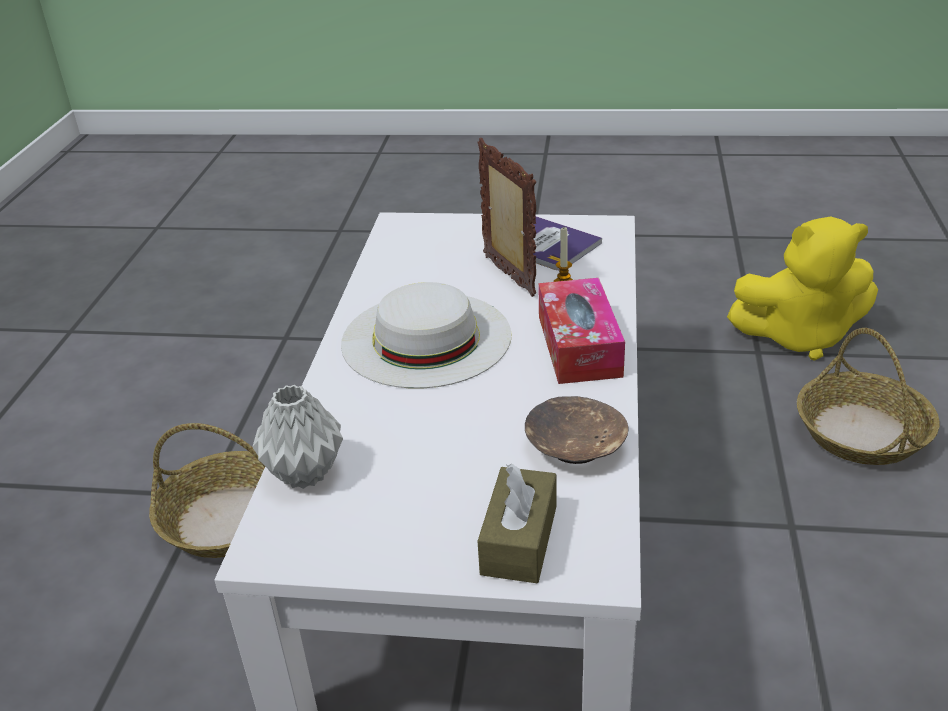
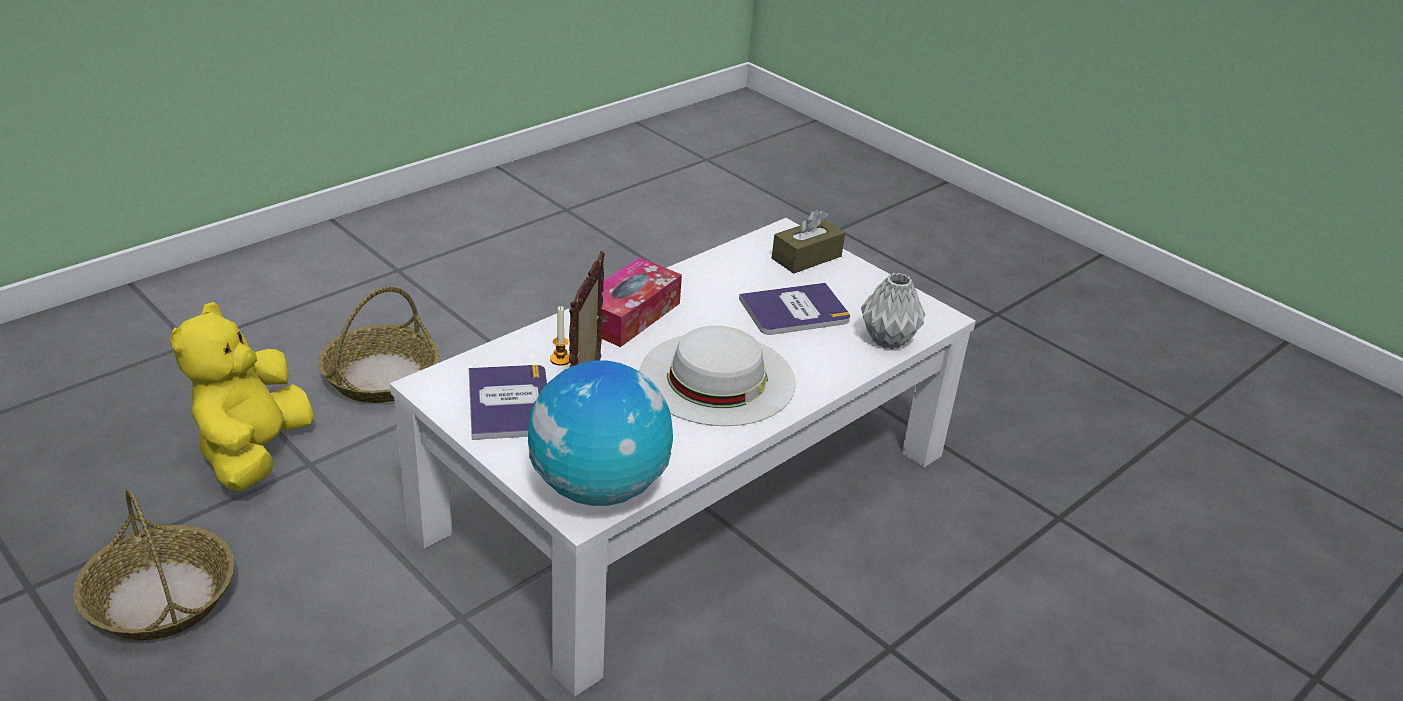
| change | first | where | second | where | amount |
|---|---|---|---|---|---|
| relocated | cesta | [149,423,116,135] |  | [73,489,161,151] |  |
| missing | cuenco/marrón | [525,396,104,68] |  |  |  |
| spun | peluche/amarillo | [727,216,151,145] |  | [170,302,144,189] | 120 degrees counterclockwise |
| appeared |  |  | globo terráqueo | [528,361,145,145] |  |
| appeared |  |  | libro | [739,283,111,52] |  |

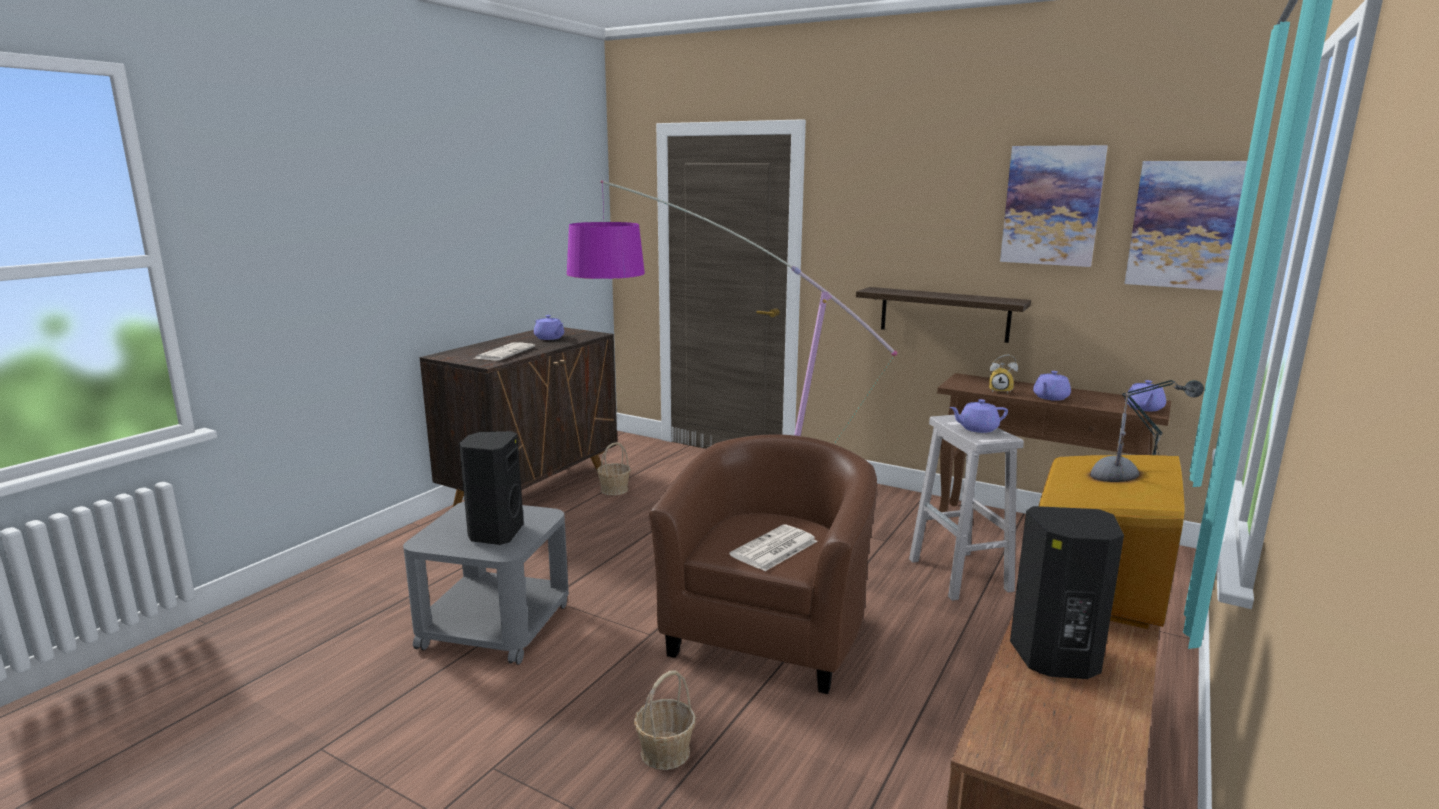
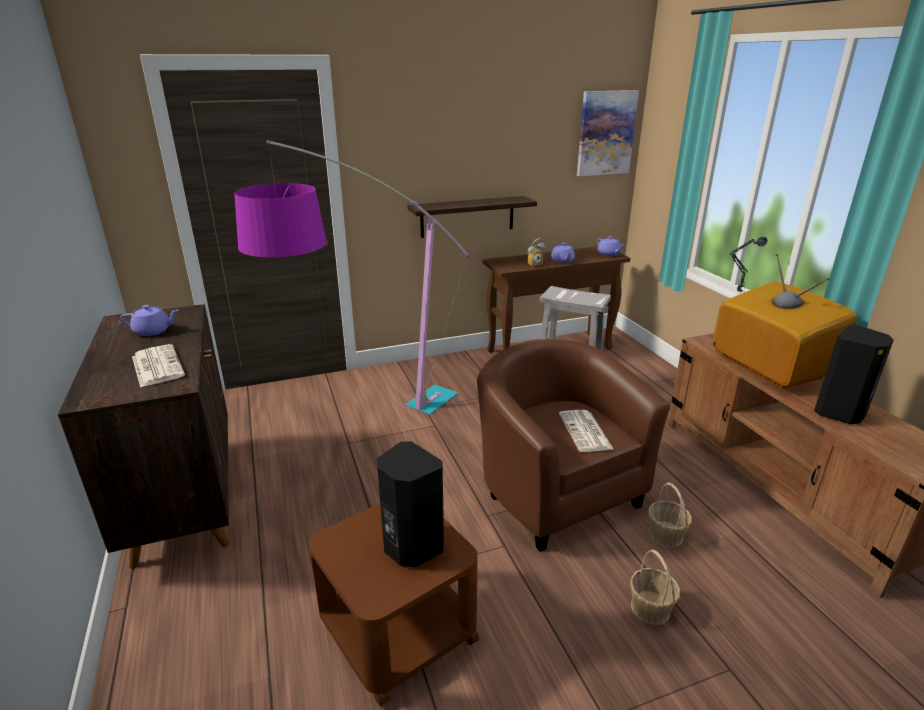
| change | first | where | second | where | amount |
|---|---|---|---|---|---|
| colour | mesa auxiliar/gris | [403,501,166,164] | mesa auxiliar/marrón | [309,503,170,203] |  |
| relocated | cesta | [597,442,34,53] |  | [648,483,44,64] |  |
| missing | tetera/morado | [949,399,59,34] |  |  |  |
| missing | cuadro | [1000,145,108,122] |  |  |  |

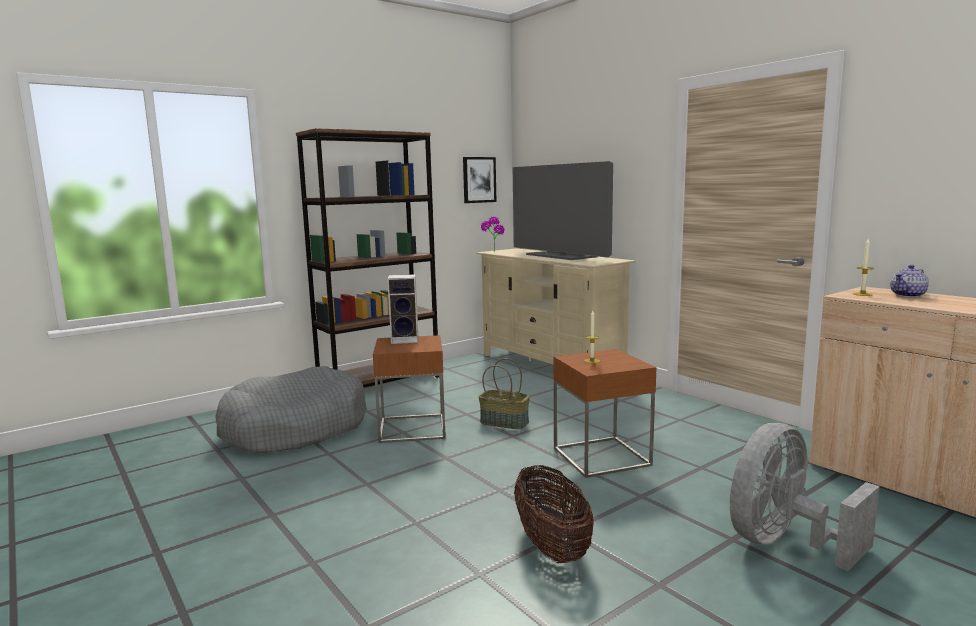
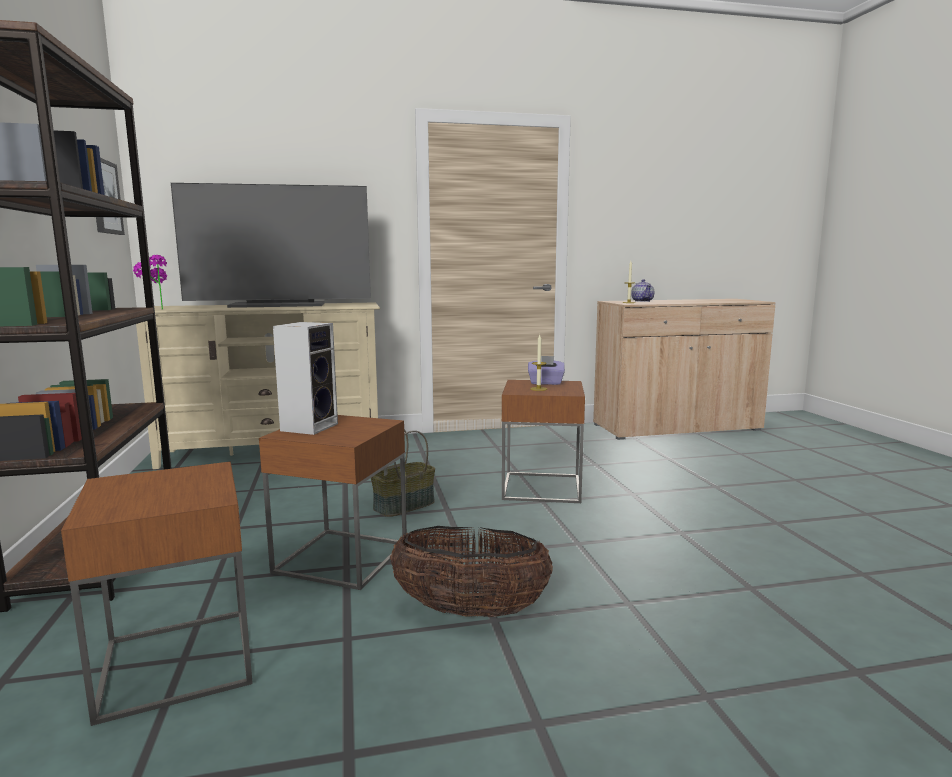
| change | first | where | second | where | amount |
|---|---|---|---|---|---|
| exchanged | cama para perro/gris | [215,366,152,87] | mesa auxiliar/marrón | [61,462,192,264] |  |
| relocated | cesta | [514,465,80,98] |  | [390,526,163,92] |  |
| missing | ventilador/gris | [730,423,149,148] |  |  |  |
| appeared |  |  | caja de pañuelos/morado | [528,356,37,29] |  |

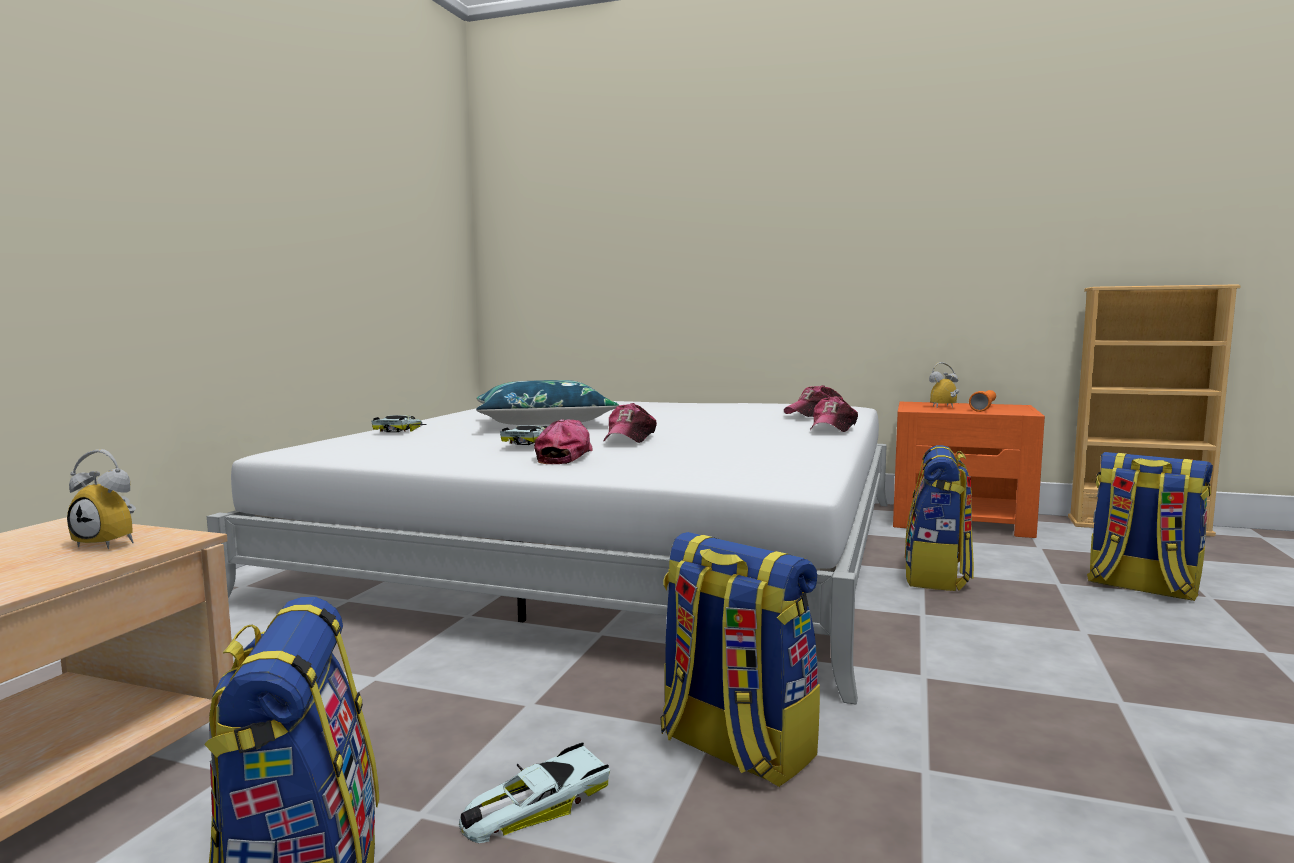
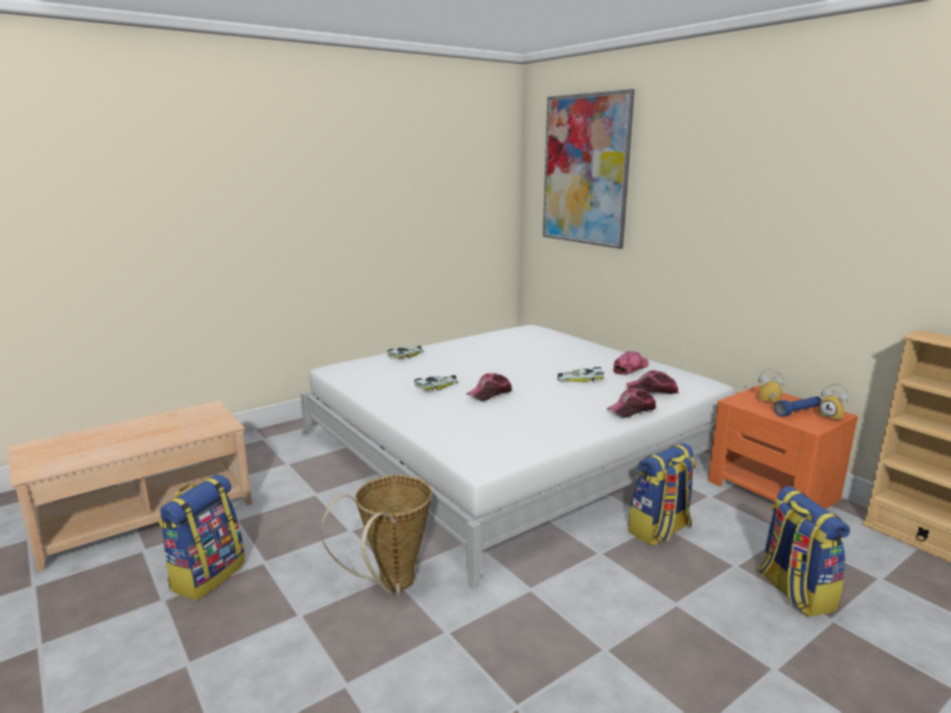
| change | first | where | second | where | amount |
|---|---|---|---|---|---|
| relocated | despertador | [67,449,69,100] |  | [818,383,31,39] |  |
| relocated | coche de juguete | [459,743,151,100] |  | [557,367,47,15] |  |
| missing | cojín/azul | [476,380,143,45] |  |  |  |
| relocated | gorra | [534,419,59,45] |  | [613,351,36,24] |  |
| exchanged | mochila | [660,532,160,255] | cesta | [320,475,112,122] |  |
| colour | linterna/naranja | [969,390,27,22] | linterna/azul | [774,396,47,21] |  |
| appeared |  |  | cuadro | [543,89,92,160] |  |

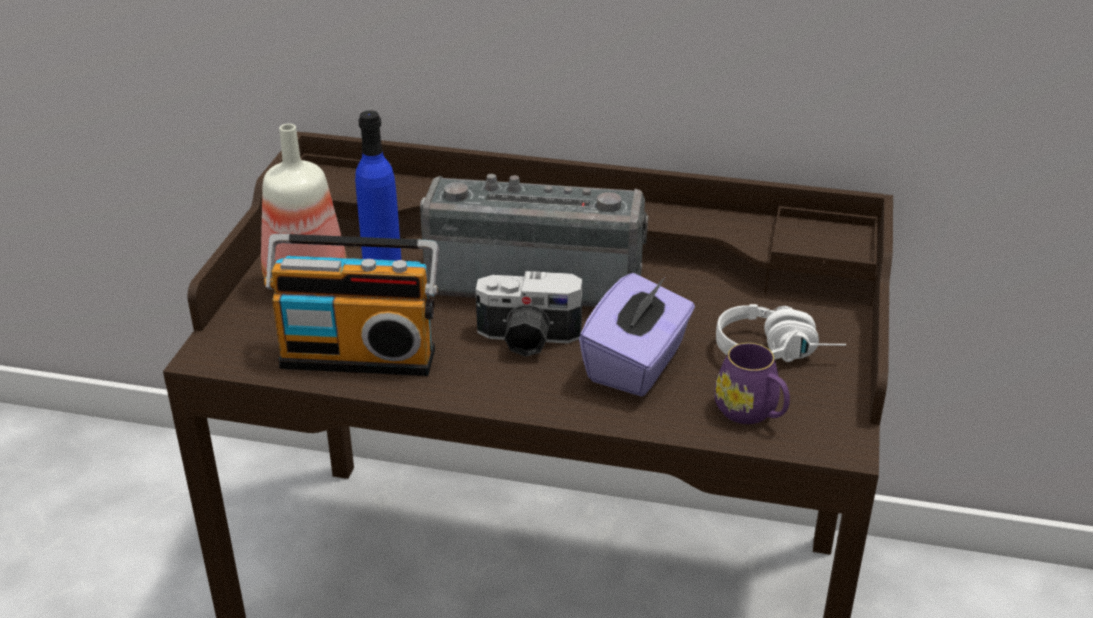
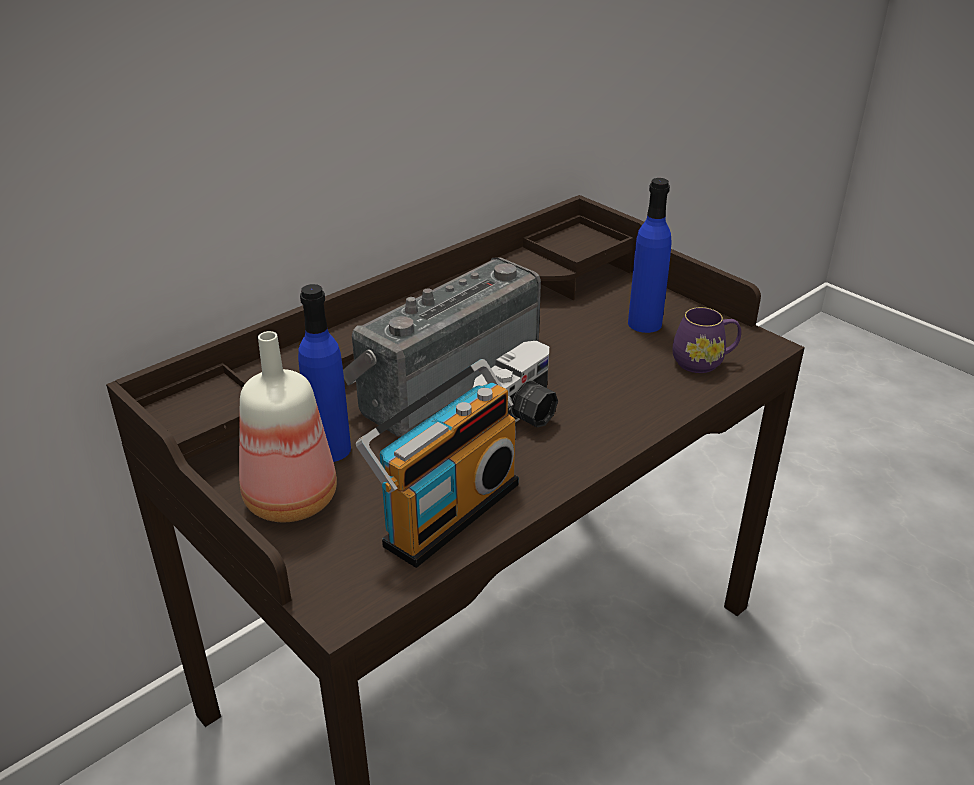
| change | first | where | second | where | amount |
|---|---|---|---|---|---|
| missing | caja de pañuelos/morado | [579,273,116,123] |  |  |  |
| exchanged | auriculares/blanco | [716,304,130,58] | botella/azul | [628,178,44,155] |  |

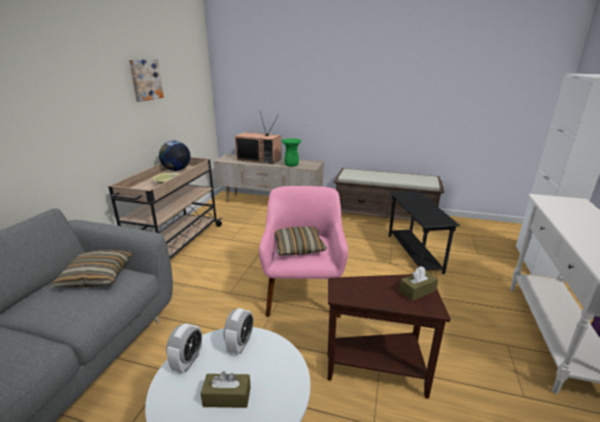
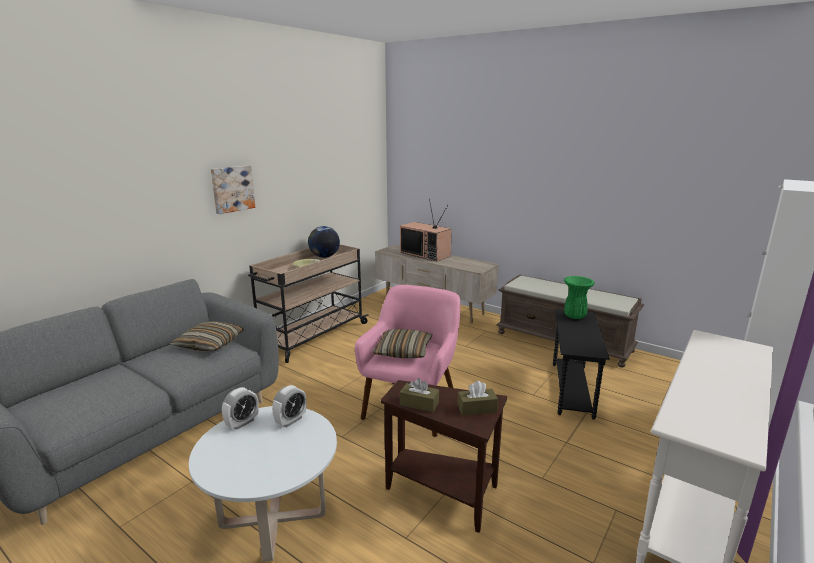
| change | first | where | second | where | amount |
|---|---|---|---|---|---|
| relocated | cuadro | [129,59,35,43] |  | [211,165,44,49] |  |
| relocated | caja de pañuelos/marrón | [201,371,50,37] |  | [400,378,39,34] |  |
| relocated | florero/verde | [282,138,19,29] |  | [564,276,31,43] |  |

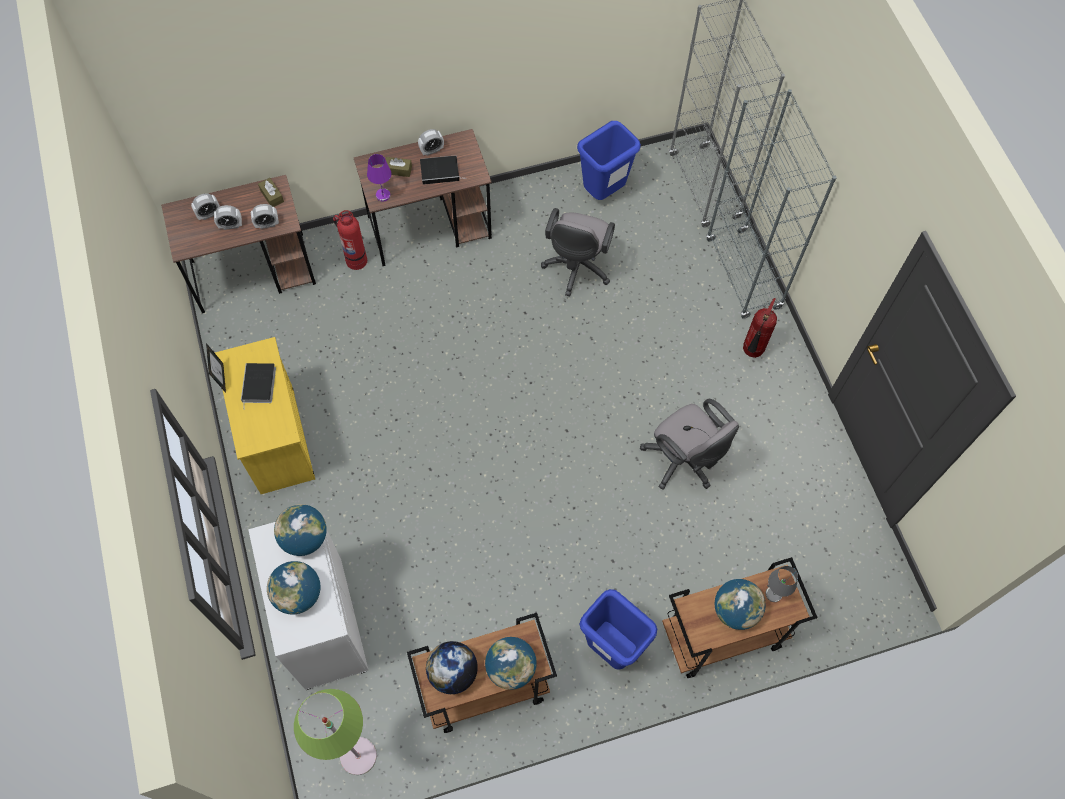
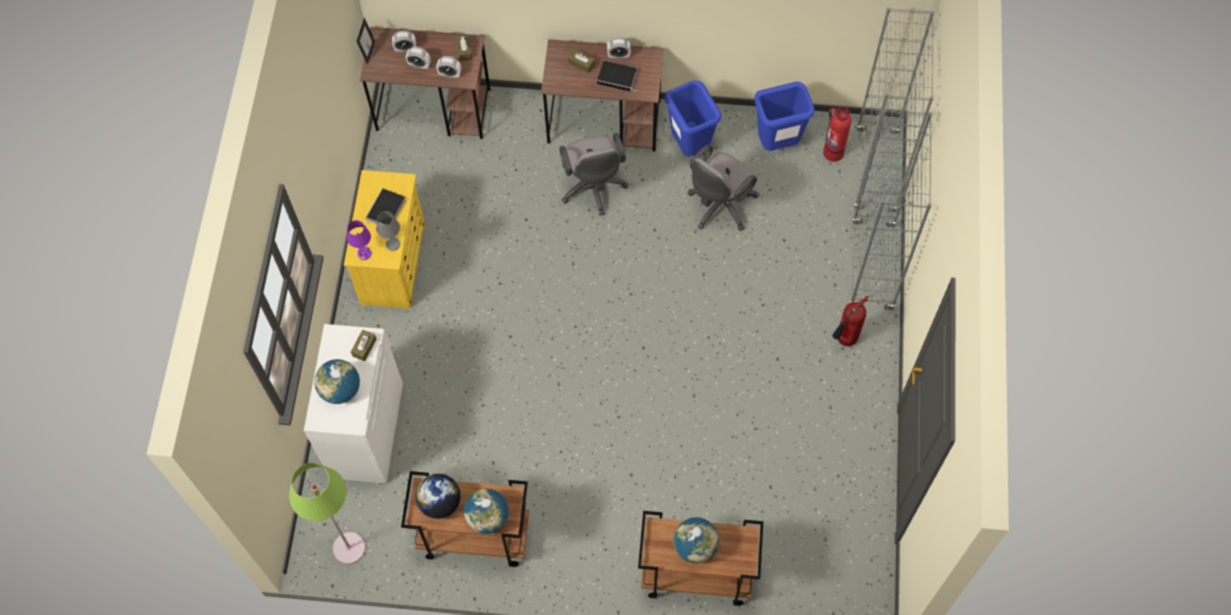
| change | first | where | second | where | amount |
|---|---|---|---|---|---|
| relocated | portarretratos | [206,343,20,50] |  | [356,18,19,46] |  |
| exchanged | globo terráqueo | [274,504,53,52] | caja de pañuelos/marrón | [351,330,26,31] |  |
| relocated | extintor | [333,210,34,60] |  | [823,107,28,55] |  |
| relocated | lámpara de mesa/morado | [367,154,24,48] |  | [347,220,25,40] |  |
| relocated | papelera/azul | [580,589,77,80] |  | [664,80,57,76] |  |
| relocated | silla de oficina/gris | [640,399,99,91] |  | [559,133,69,83] |  |
| relocated | lámpara de mesa/gris | [765,566,33,36] |  | [376,211,24,40] |  |

